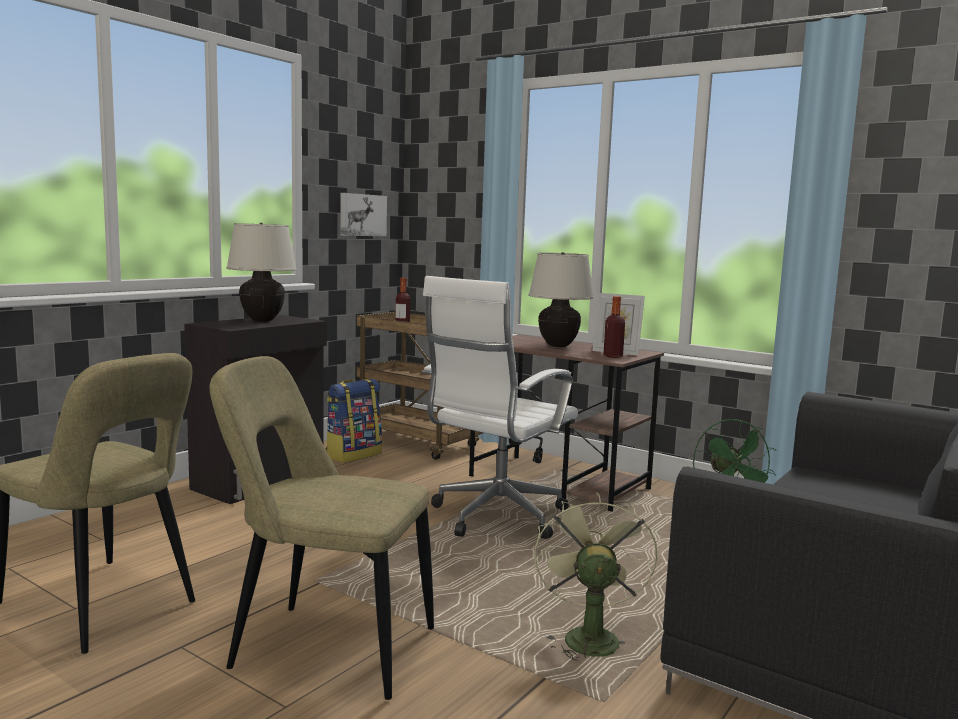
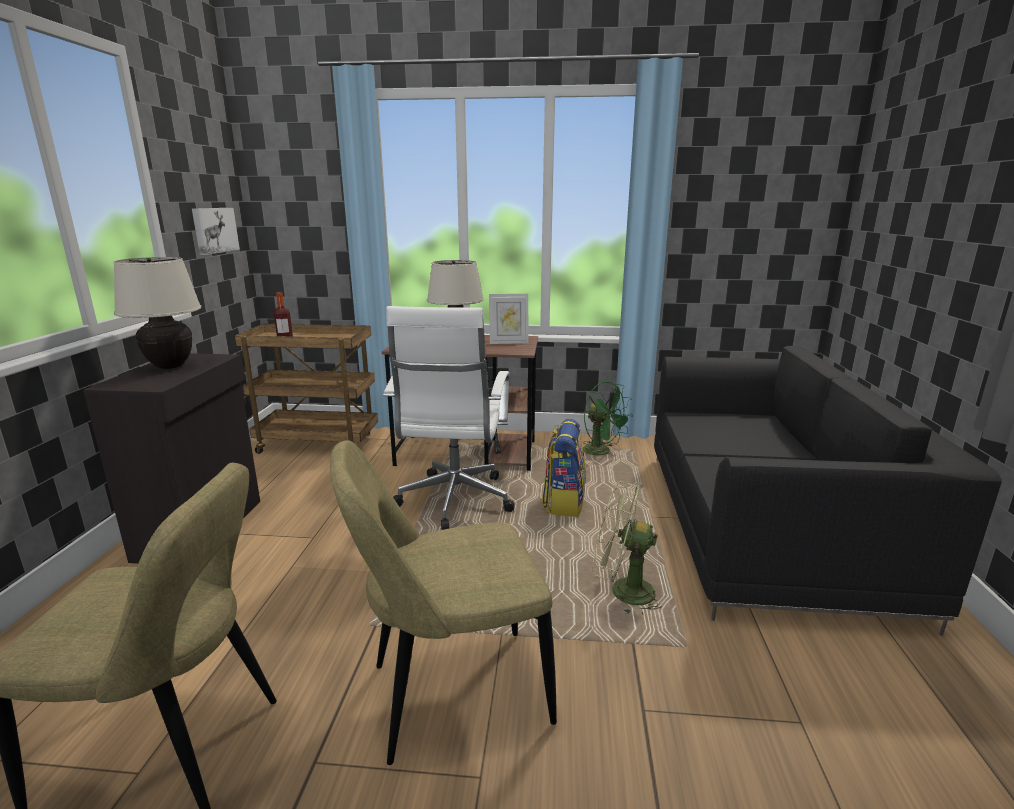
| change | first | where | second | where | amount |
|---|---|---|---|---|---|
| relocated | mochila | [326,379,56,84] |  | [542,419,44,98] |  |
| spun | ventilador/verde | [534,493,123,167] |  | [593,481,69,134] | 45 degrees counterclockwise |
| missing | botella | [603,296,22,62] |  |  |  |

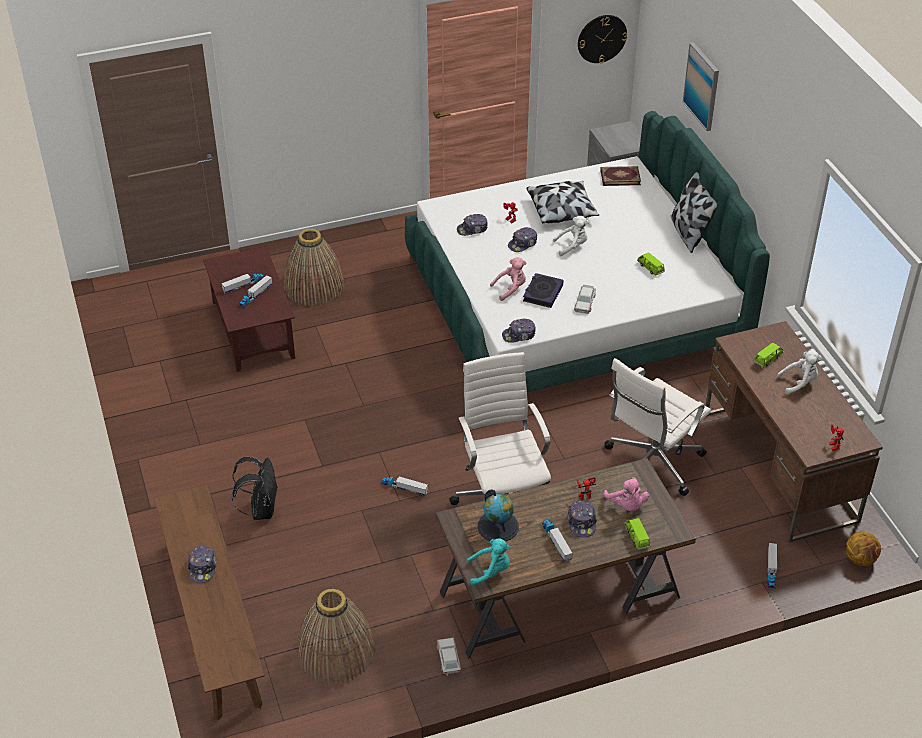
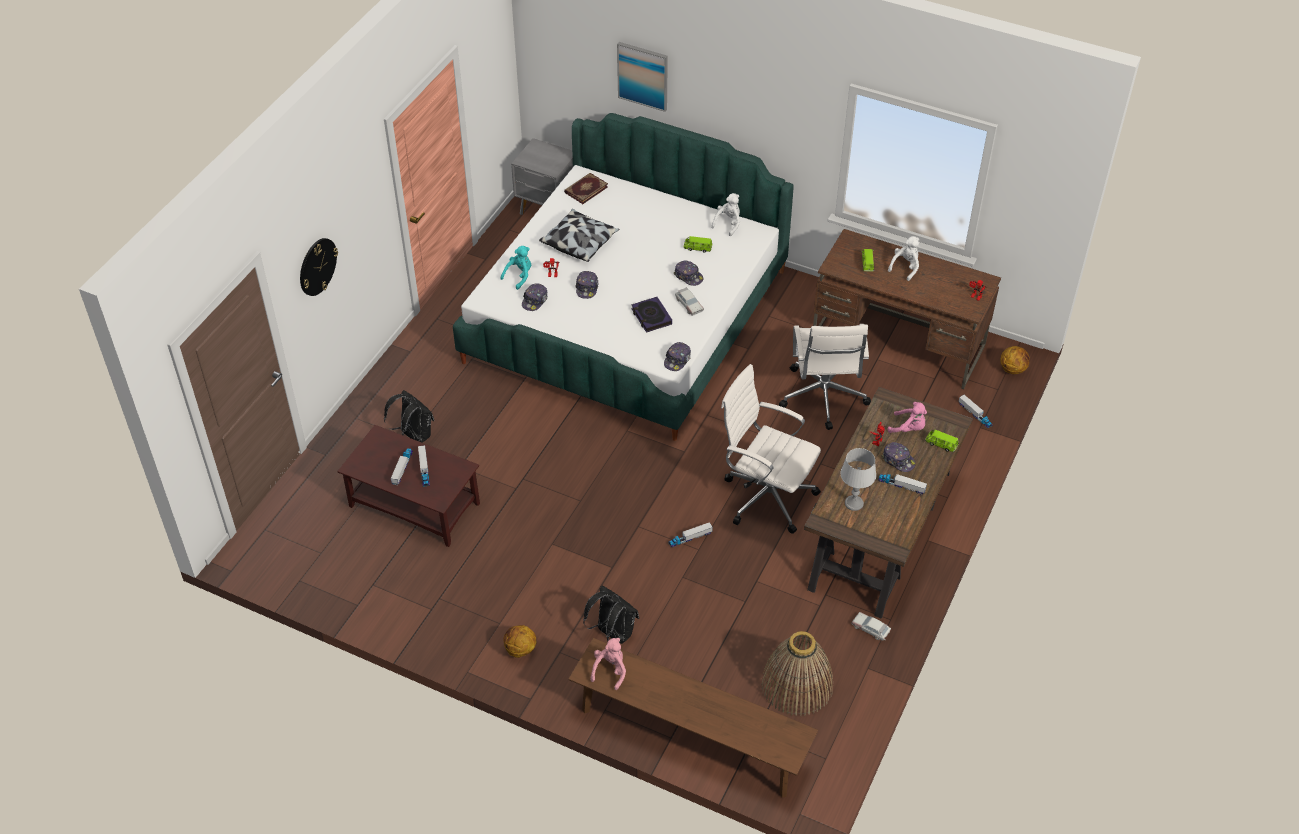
| change | first | where | second | where | amount |
|---|---|---|---|---|---|
| relocated | gorra | [188,546,29,37] |  | [674,260,29,26] |  |
| exchanged | cesta | [284,229,60,77] | mochila/negro | [384,390,50,53] |  |
| relocated | peluche/turquesa | [467,539,43,46] |  | [500,246,31,44] |  |
| exchanged | globo terráqueo | [478,490,41,51] | lámpara de mesa/gris | [840,448,36,63] |  |
| relocated | peluche/rosa | [490,257,37,44] |  | [590,638,36,52] |  |
| relocated | peluche/blanco | [553,216,36,40] |  | [711,193,29,43] |  |
| relocated | reloj de pared | [578,15,49,48] |  | [300,238,38,58] |  |
| missing | cojín | [671,172,47,81] |  |  |  |
| appeared |  |  | balón de baloncesto | [503,625,34,33] |  |

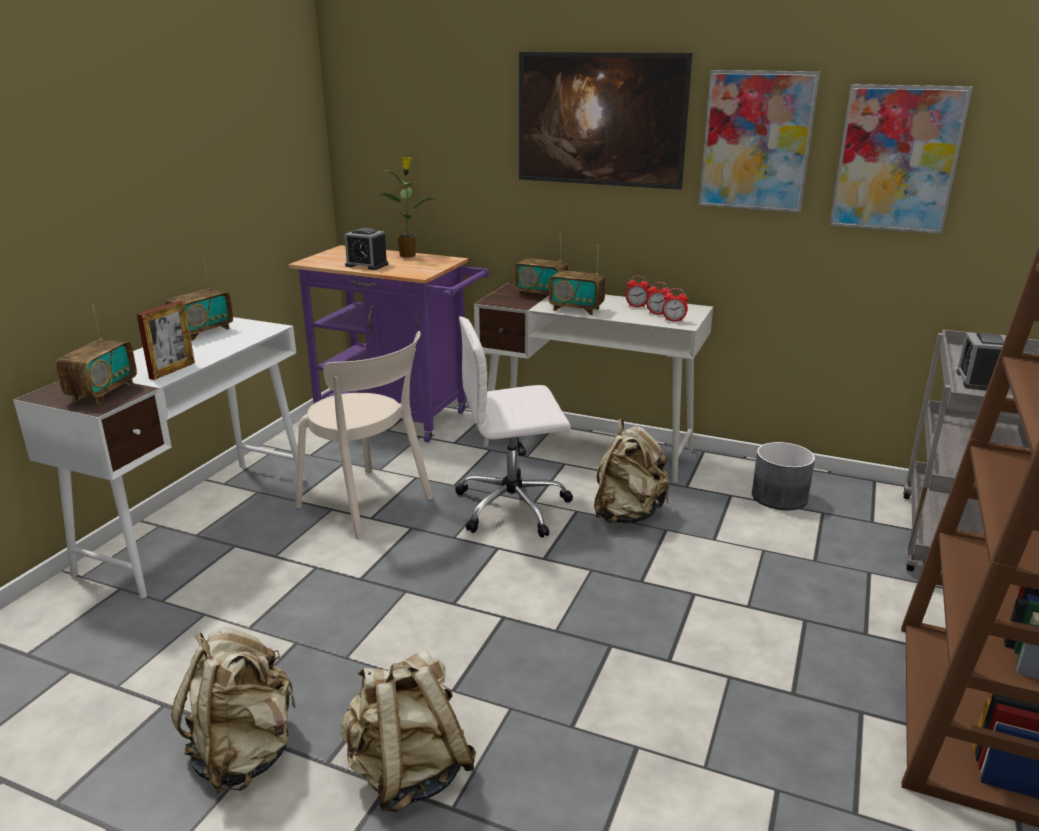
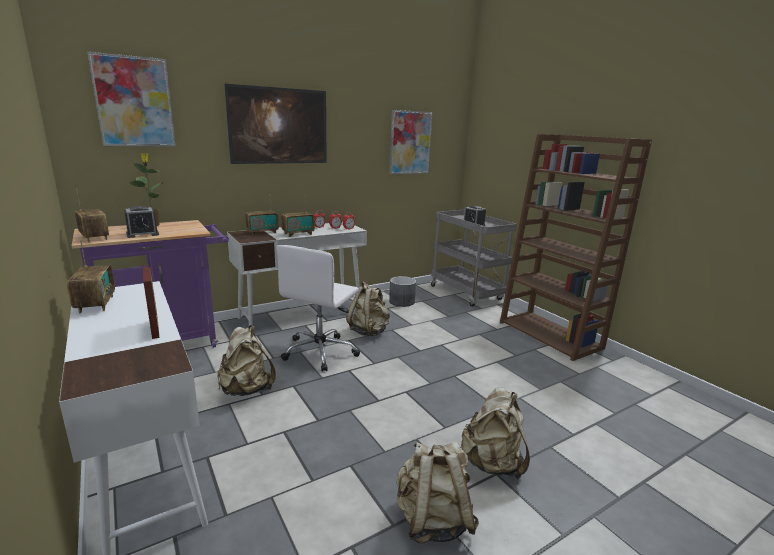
| change | first | where | second | where | amount |
|---|---|---|---|---|---|
| relocated | radio | [56,305,81,100] |  | [75,189,34,53] |  |
| exchanged | silla/beis | [295,331,138,209] | mochila/beis | [218,325,58,71] |  |
| relocated | cuadro | [699,70,121,142] |  | [88,52,88,95] |  |

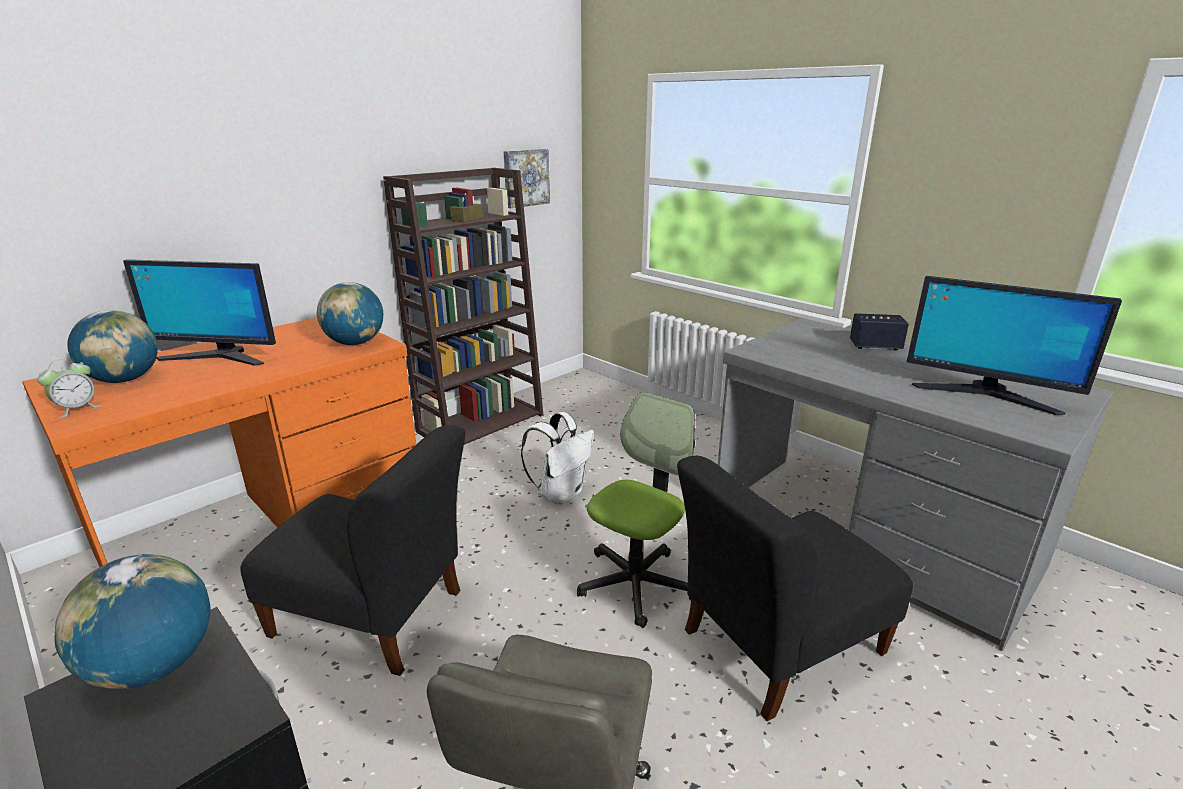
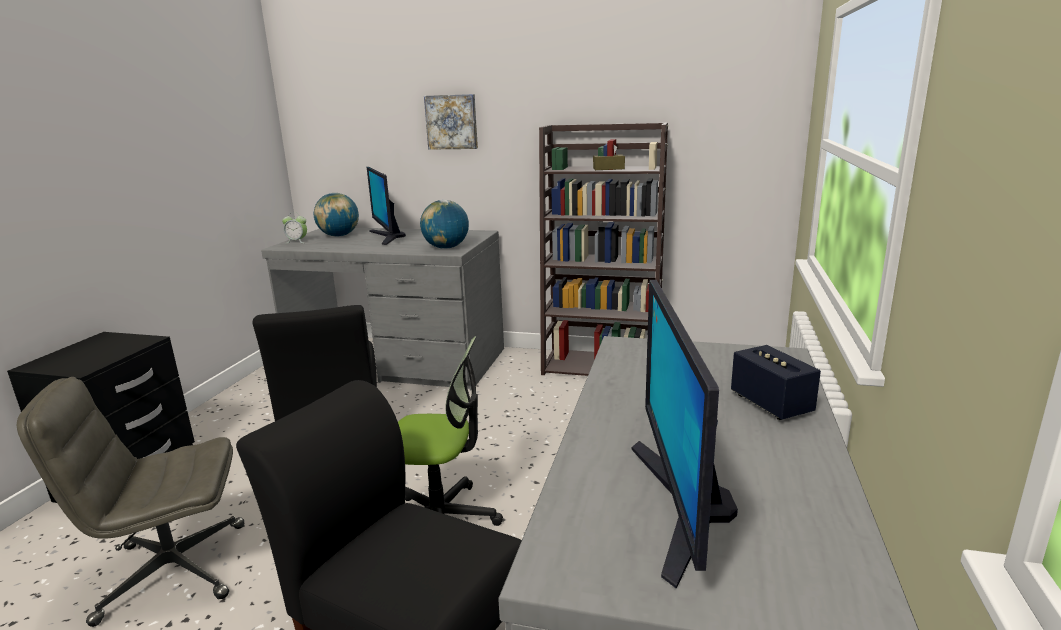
| change | first | where | second | where | amount |
|---|---|---|---|---|---|
| colour | escritorio/naranja | [22,317,394,250] | escritorio/gris | [261,228,243,163] |  |
| missing | globo terráqueo | [54,554,156,135] |  |  |  |
| relocated | cuadro | [504,149,46,59] |  | [424,94,54,56] |  |
| missing | mochila/blanco | [521,412,73,93] |  |  |  |

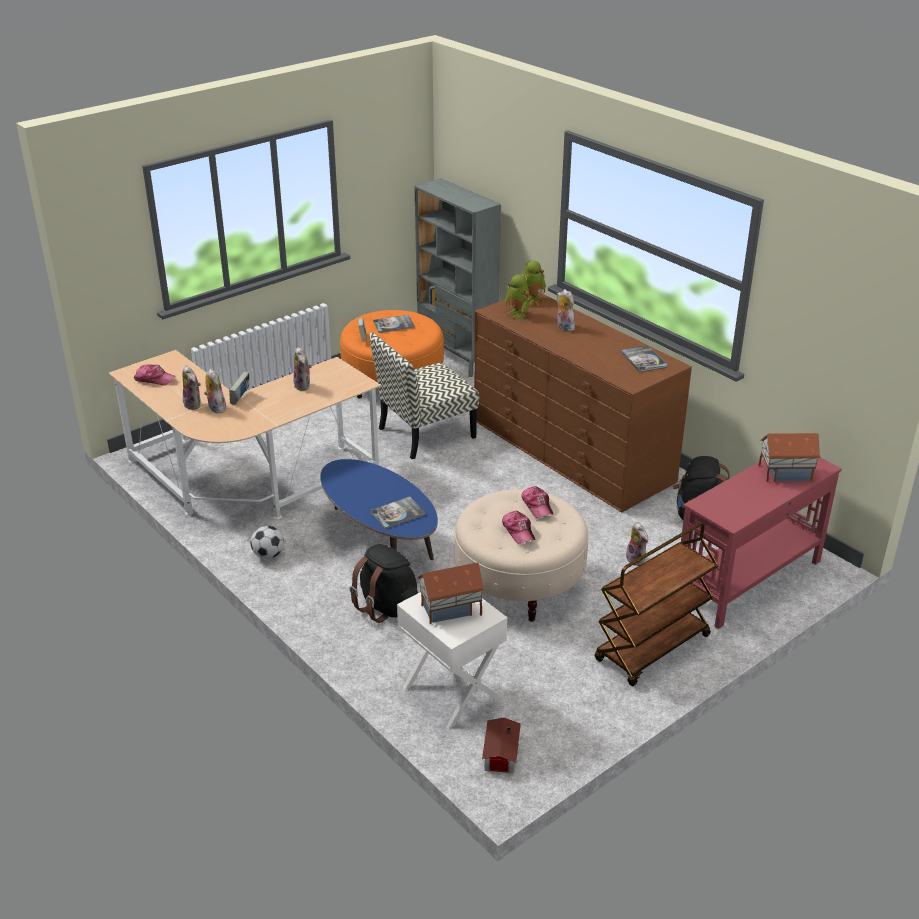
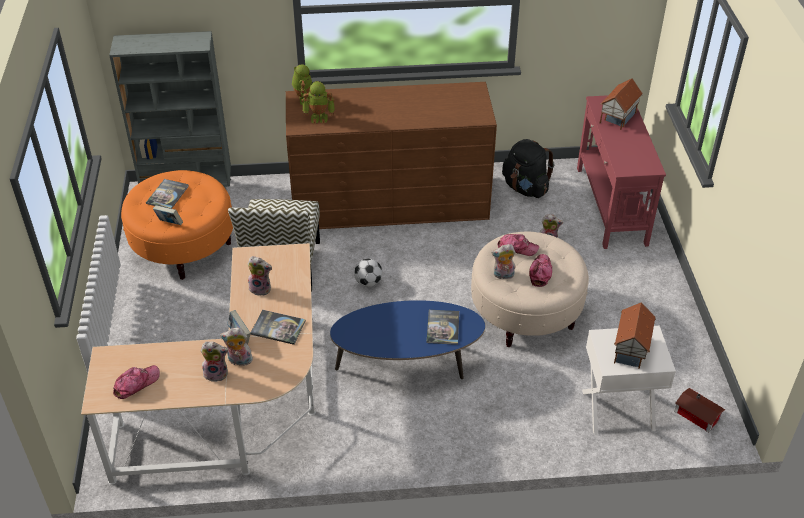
| change | first | where | second | where | amount |
|---|---|---|---|---|---|
| relocated | balón de fútbol | [251,526,33,33] |  | [354,258,29,29] |  |
| missing | mochila/negro | [350,544,68,79] |  |  |  |
| spun | gorra | [502,511,34,33] |  | [529,254,23,33] | 90 degrees counterclockwise |
| relocated | peluche | [557,289,20,42] |  | [491,244,24,35] |  |
| missing | carrito/marrón | [595,522,123,164] |  |  |  |
| relocated | libro | [621,345,47,27] |  | [251,310,55,35] |  |

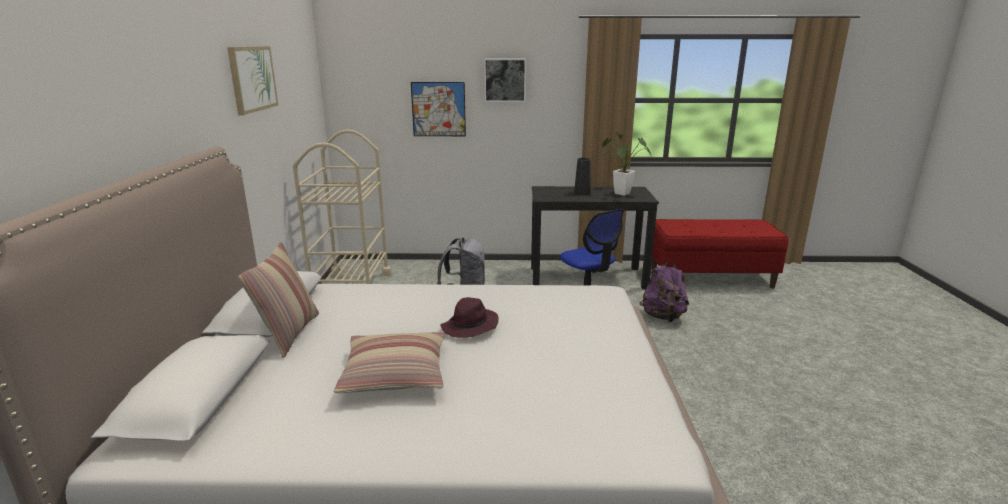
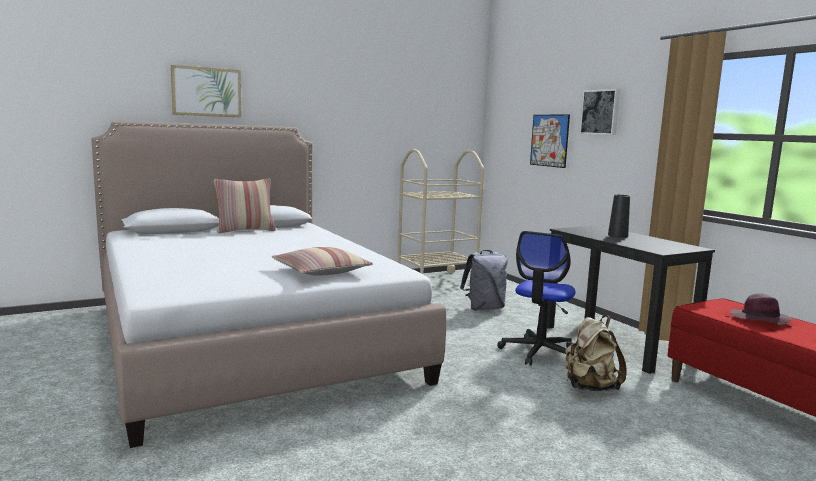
| change | first | where | second | where | amount |
|---|---|---|---|---|---|
| relocated | cuadro | [227,46,51,69] |  | [171,65,71,52] |  |
| relocated | cojín | [334,332,111,61] |  | [272,247,101,29] |  |
| relocated | sombrero/morado | [441,297,58,41] |  | [730,293,62,33] |  |
| missing | planta en maceta | [601,132,50,64] |  |  |  |
| colour | mochila/morado | [639,260,50,62] | mochila/beis | [565,315,62,76] |  |

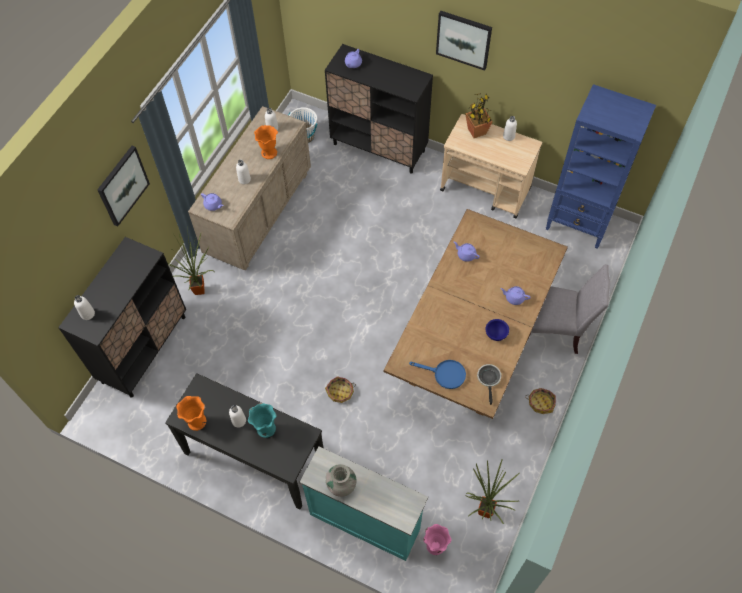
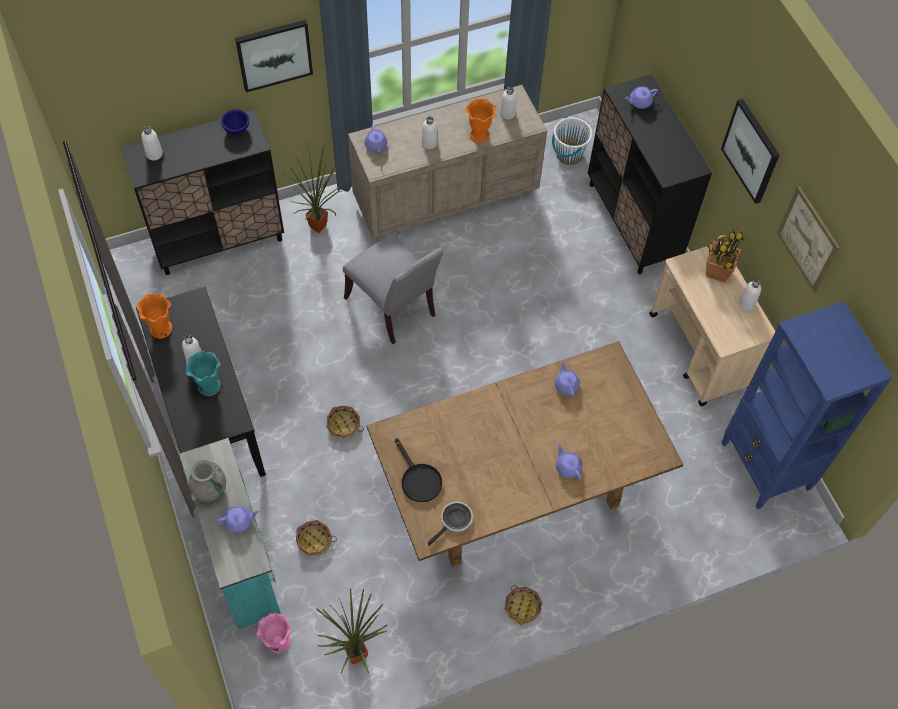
| change | first | where | second | where | amount |
|---|---|---|---|---|---|
| colour | sartén/azul | [409,360,57,29] | sartén/negro | [395,438,47,64] |  |
| relocated | cuenco/azul | [486,319,23,22] |  | [221,109,28,25] |  |
| relocated | silla/gris | [526,264,84,90] |  | [343,234,101,110] |  |
| appeared |  |  | tetera/morado | [216,506,44,27] |  |
| appeared |  |  | cesta | [296,520,41,36] |  |
| appeared |  |  | cuadro | [777,186,63,106] |  |

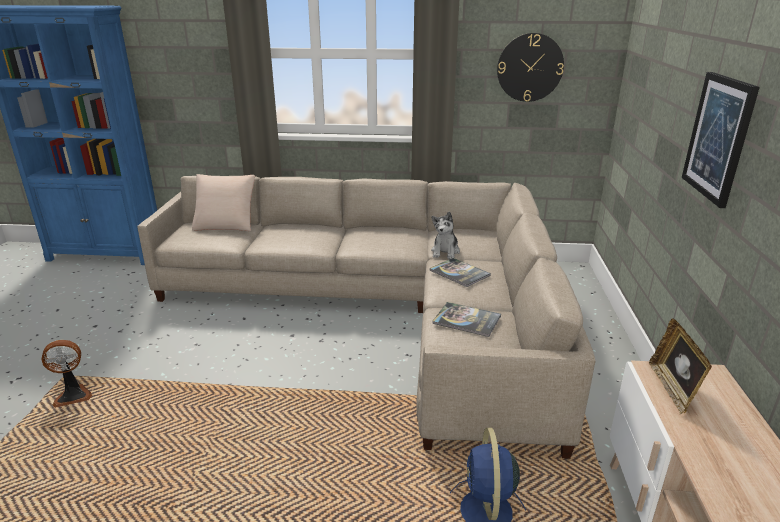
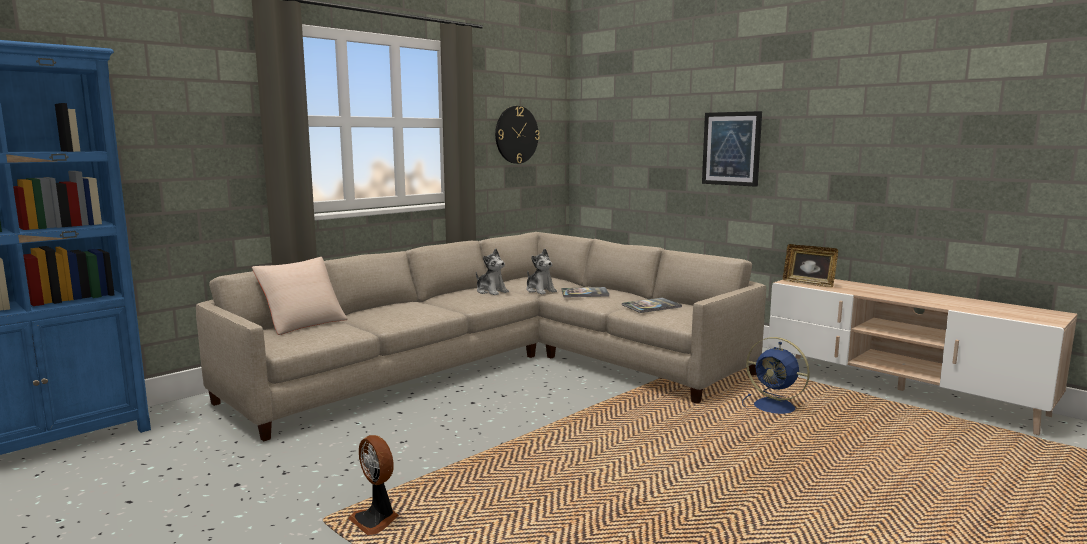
| change | first | where | second | where | amount |
|---|---|---|---|---|---|
| spun | ventilador | [42,340,50,68] |  | [348,435,51,100] | 120 degrees clockwise |
| appeared |  |  | peluche | [476,248,33,47] |  |

